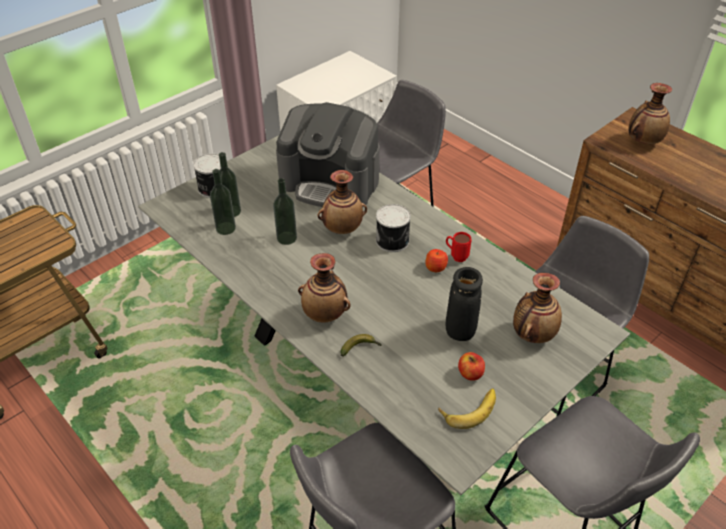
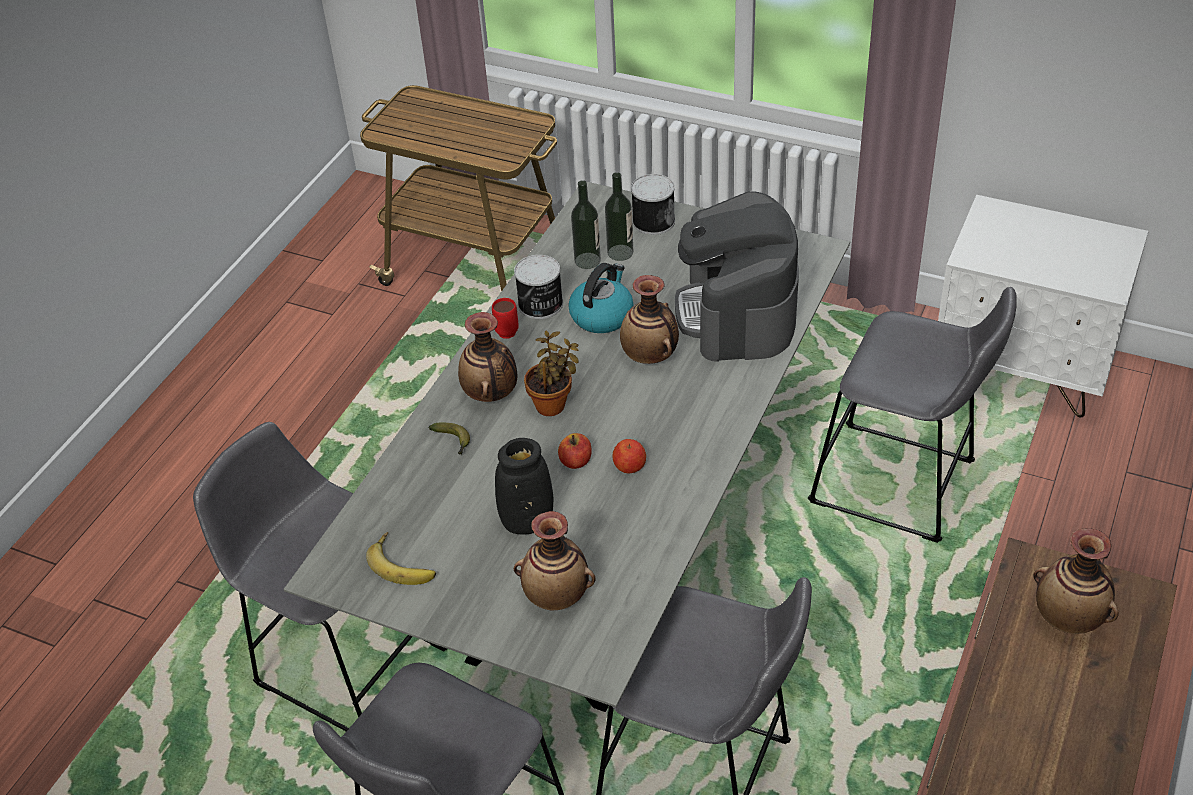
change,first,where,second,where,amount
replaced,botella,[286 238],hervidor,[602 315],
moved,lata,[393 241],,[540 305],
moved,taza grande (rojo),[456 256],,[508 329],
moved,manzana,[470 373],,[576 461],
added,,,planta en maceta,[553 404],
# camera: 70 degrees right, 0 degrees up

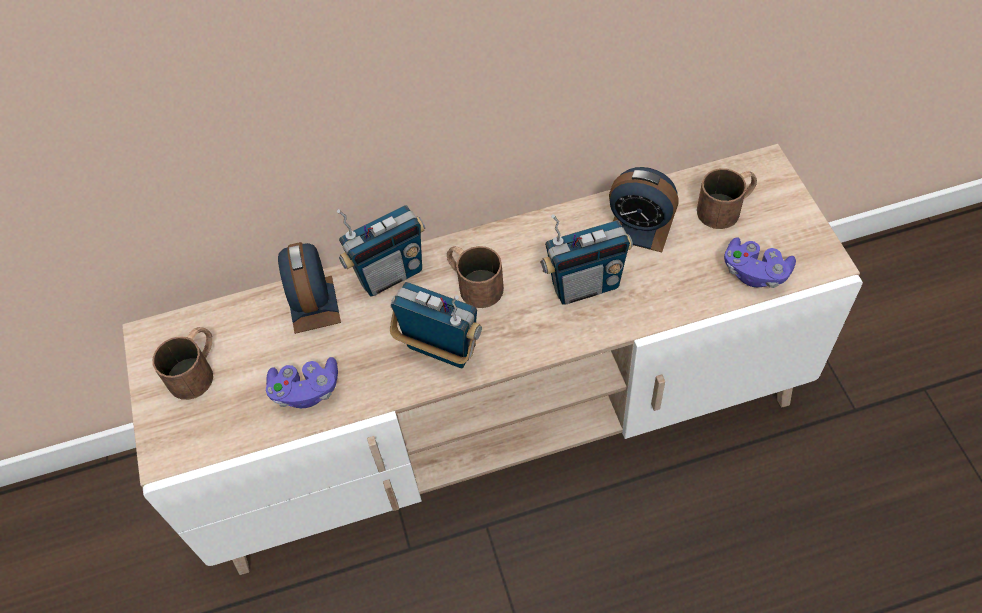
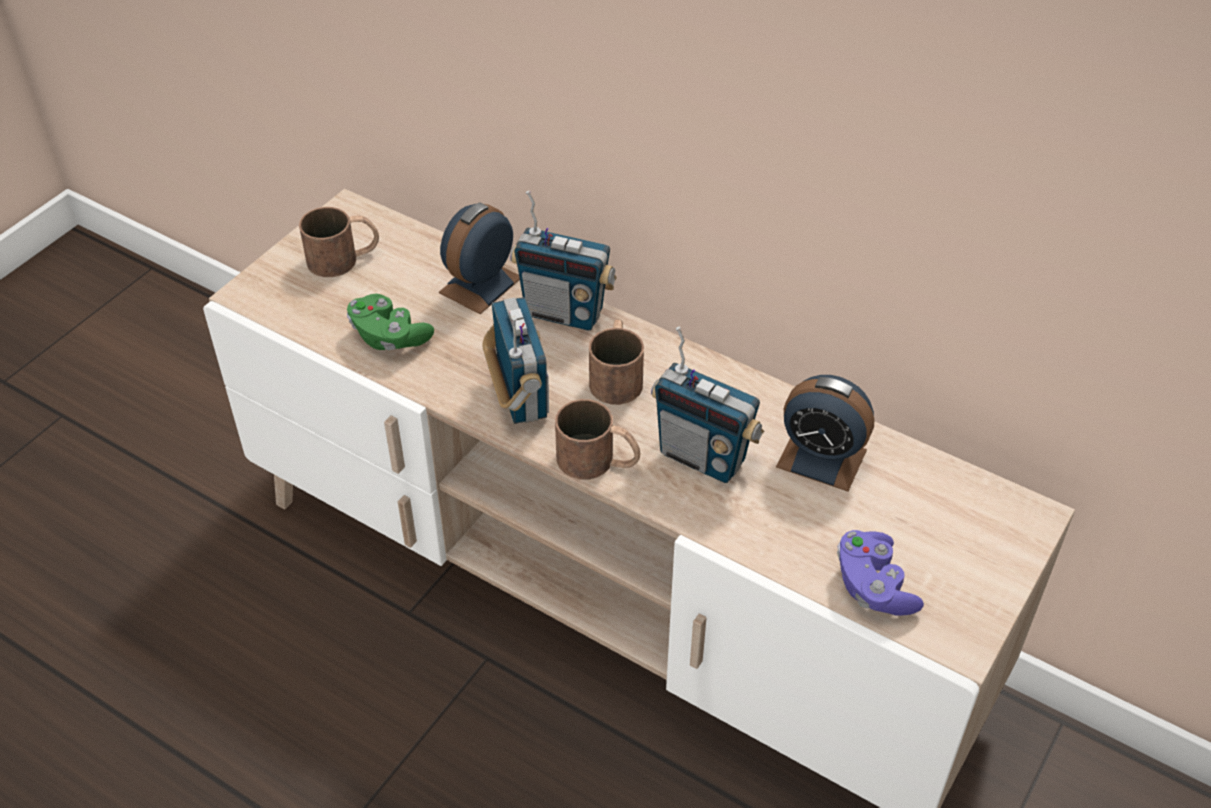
change,first,where,second,where,amount
turned,despertador,[640 228],,[821 458],45 degrees counterclockwise
moved,taza grande (marrón),[727 207],,[598 461],
recoloured,mando de consola (morado),[306 390],mando de consola (verde),[389 337],
# camera: 45 degrees right, 10 degrees down

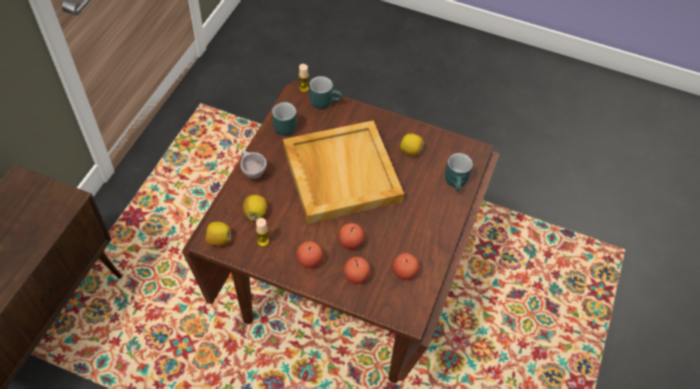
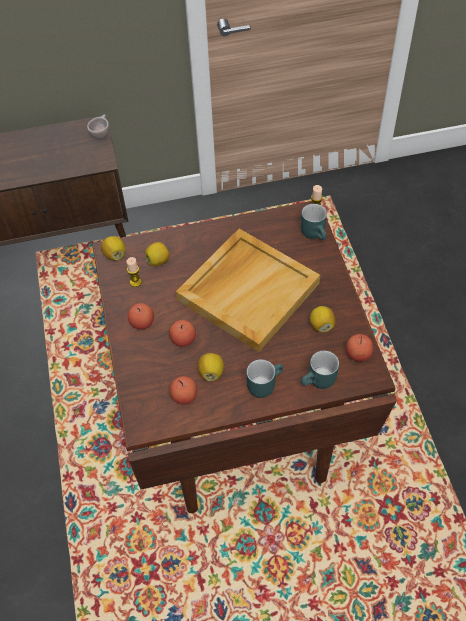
change,first,where,second,where,amount
moved,taza grande (turquesa),[283 125],,[263 383],
moved,taza (beis),[252 172],,[101 135],
moved,manzana,[356 276],,[358 354],
added,,,limón,[211 372],
# camera: 60 degrees right, 0 degrees up

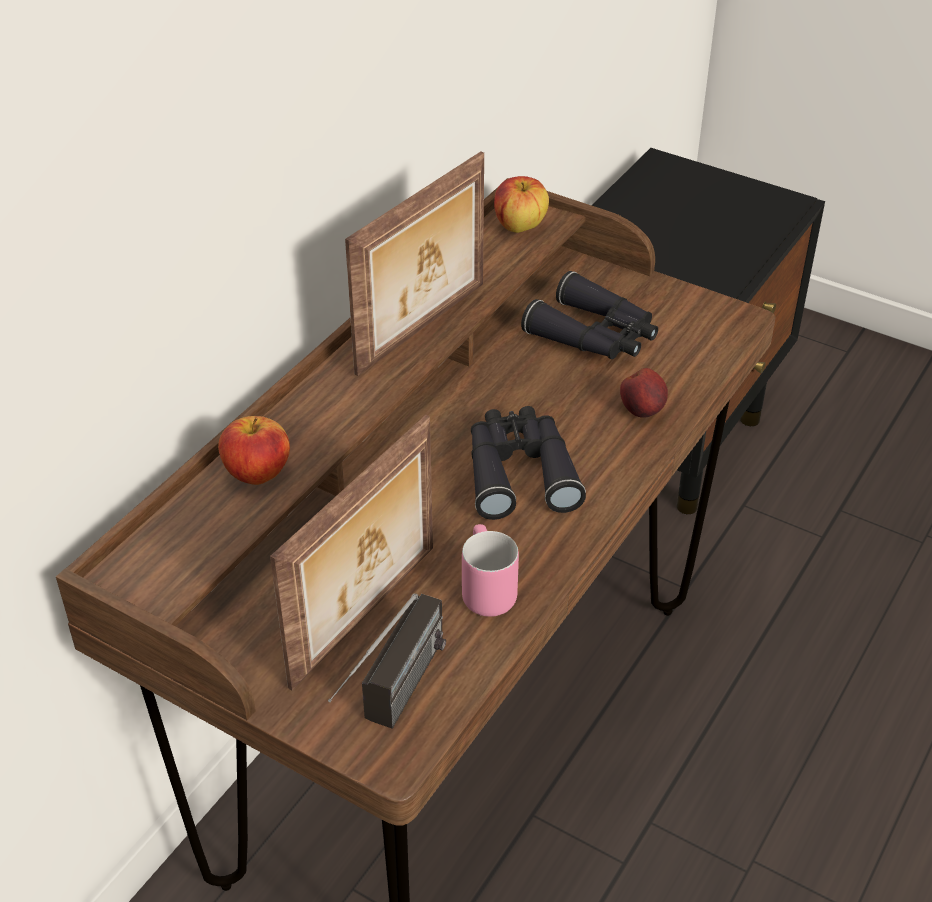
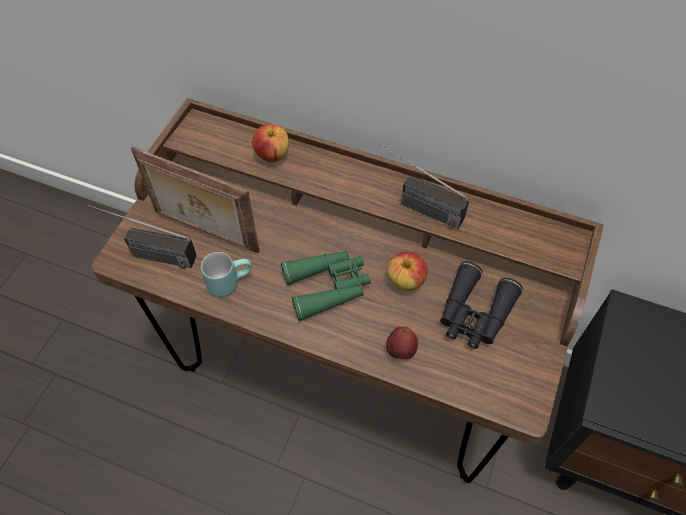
change,first,where,second,where,amount
replaced,portarretratos,[424 329],radio,[416 206],
moved,manzana,[520 226],,[405 281],
recoloured,prismáticos (negro),[519 472],prismáticos (verde),[328 286],
recoloured,taza grande (rosa),[482 589],taza grande (turquesa),[229 281],
# camera: 80 degrees right, 15 degrees up

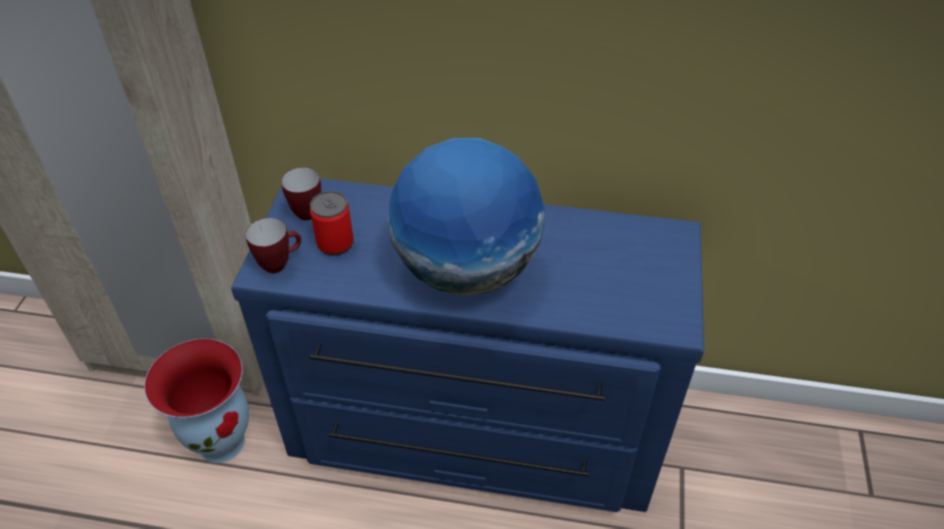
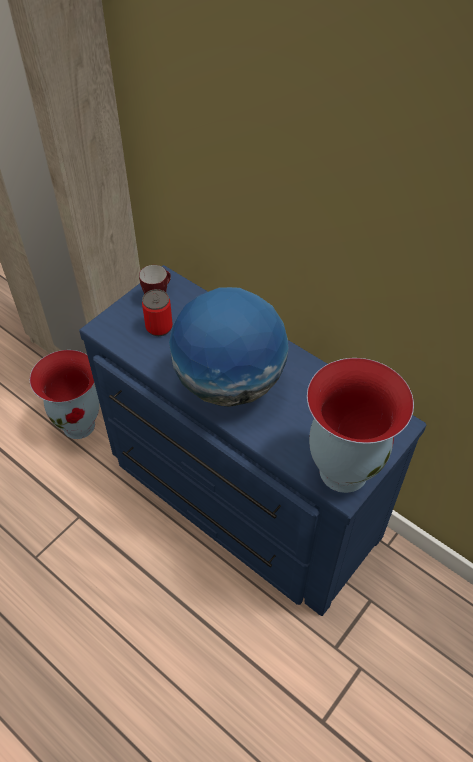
change,first,where,second,where,amount
removed,taza grande,[280 263],,,
added,,,florero,[342 469],
# camera: 30 degrees right, 5 degrees up

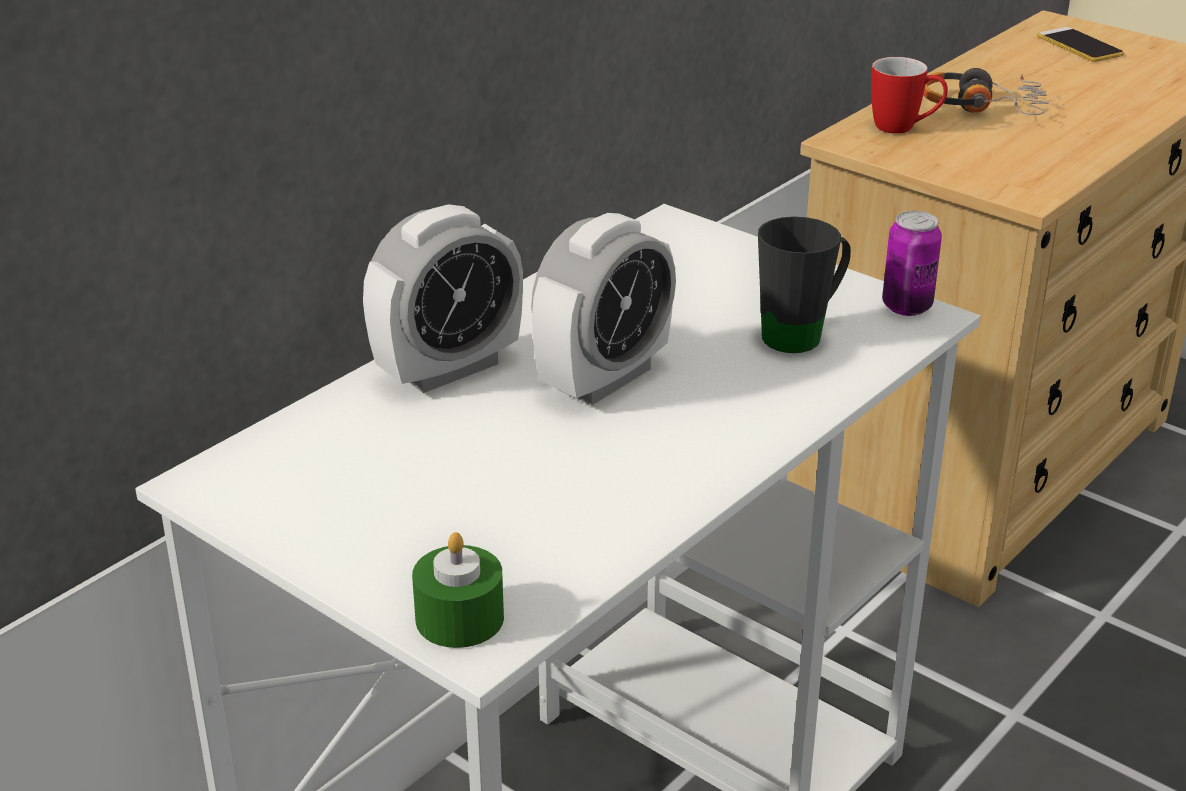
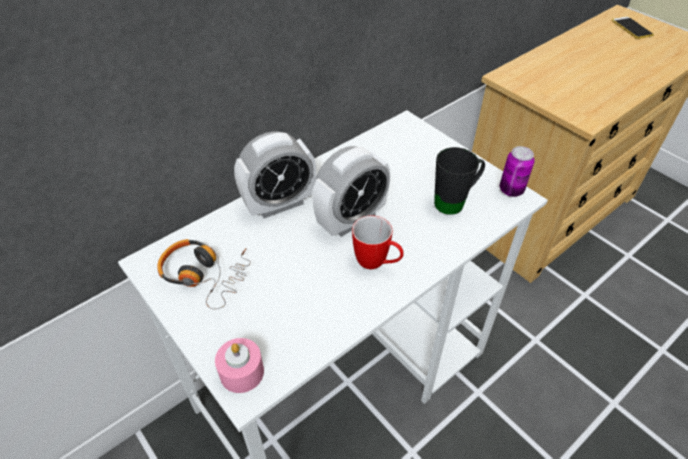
change,first,where,second,where,amount
moved,taza grande,[904 128],,[377 263],
moved,auriculares,[982 106],,[205 275],
recoloured,vela (verde),[459 618],vela (rosa),[242 372],
# camera: 10 degrees right, 15 degrees up

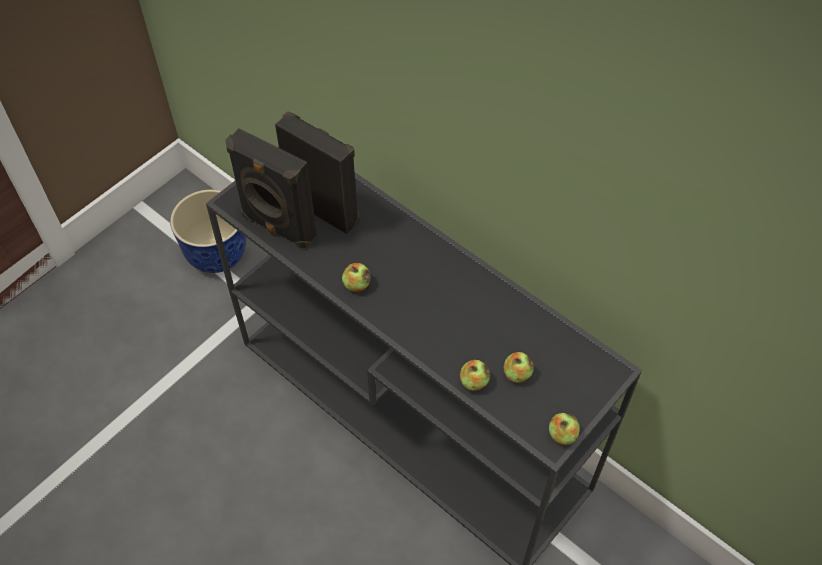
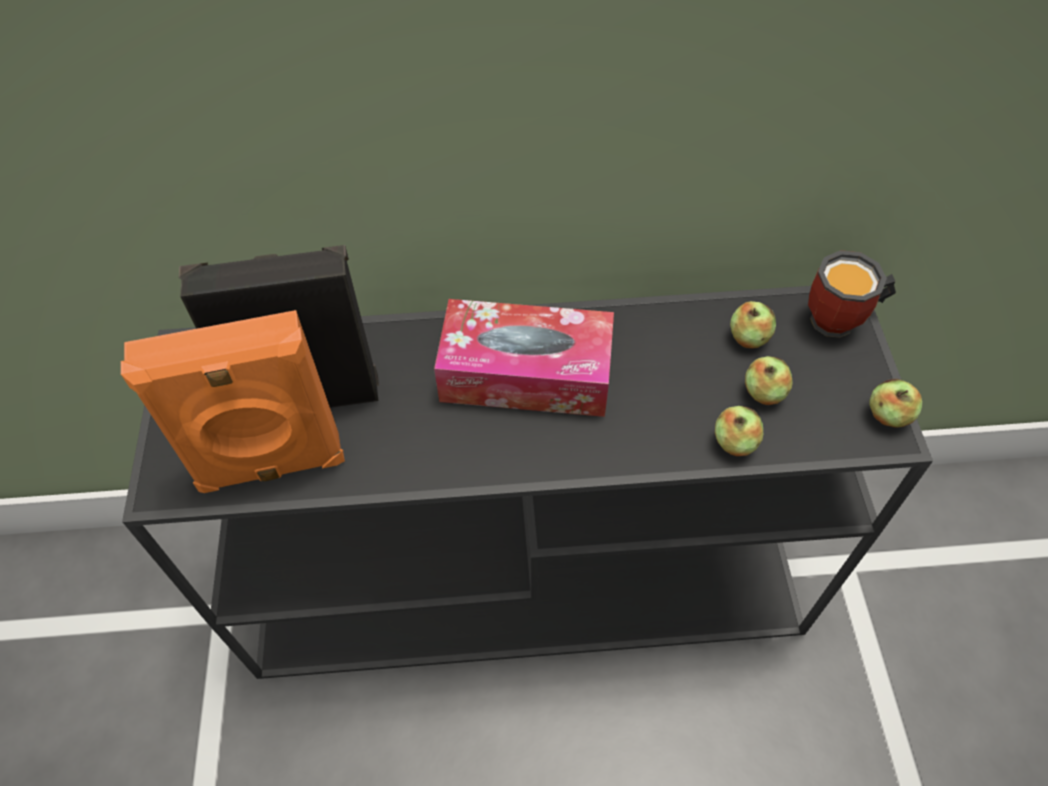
change,first,where,second,where,amount
recoloured,altavoz (negro),[277 227],altavoz (naranja),[271 467],
removed,maceta,[218 254],,,
moved,manzana,[357 284],,[748 337],
added,,,taza grande,[841 322],
added,,,caja de pañuelos,[526 373],
# camera: 45 degrees left, 0 degrees up

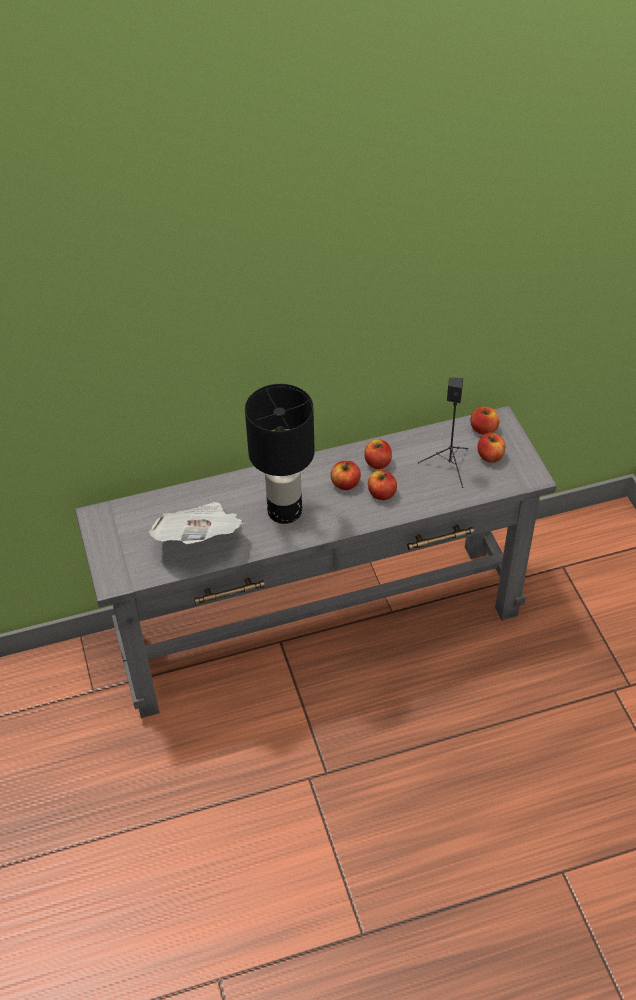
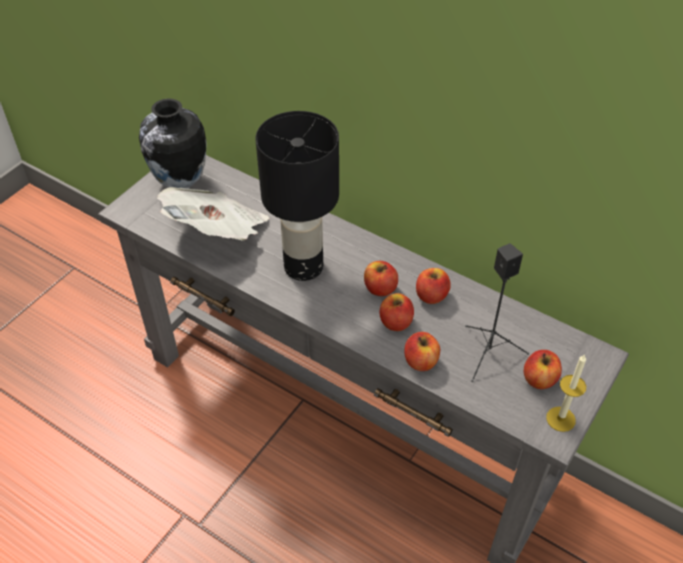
change,first,where,second,where,amount
moved,manzana,[483 429],,[421 361],
added,,,florero,[180 183],
added,,,vela,[560 419],
# camera: 50 degrees right, 0 degrees up

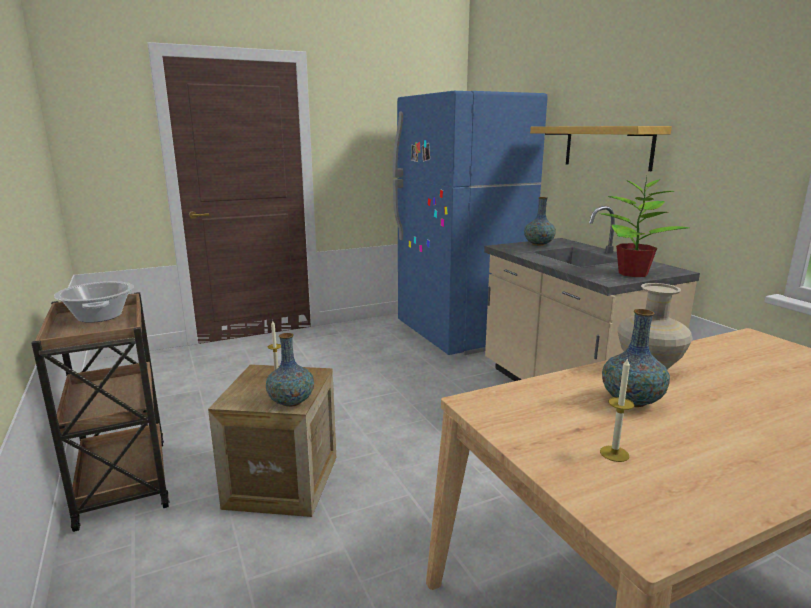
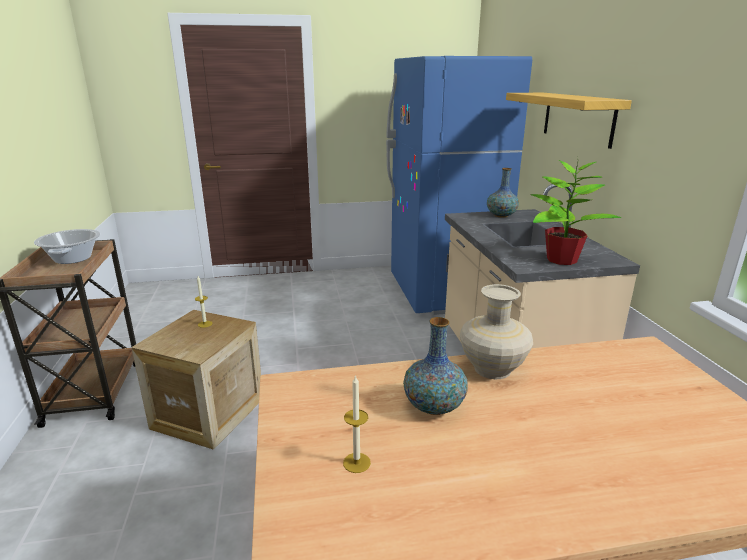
change,first,where,second,where,amount
removed,florero,[291 402],,,
# camera: 15 degrees right, 5 degrees up

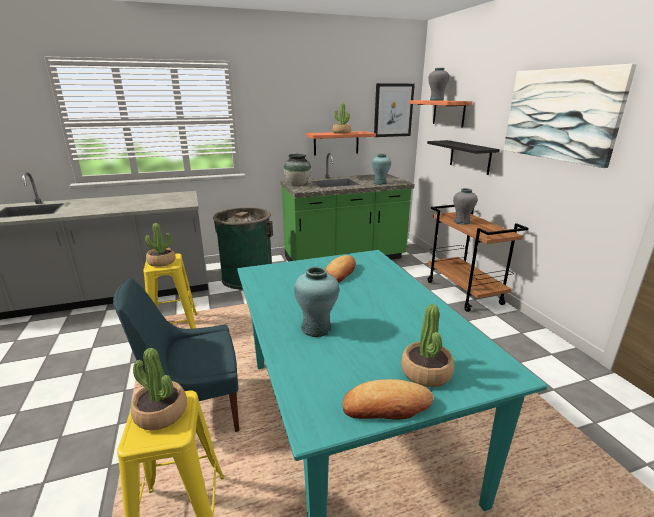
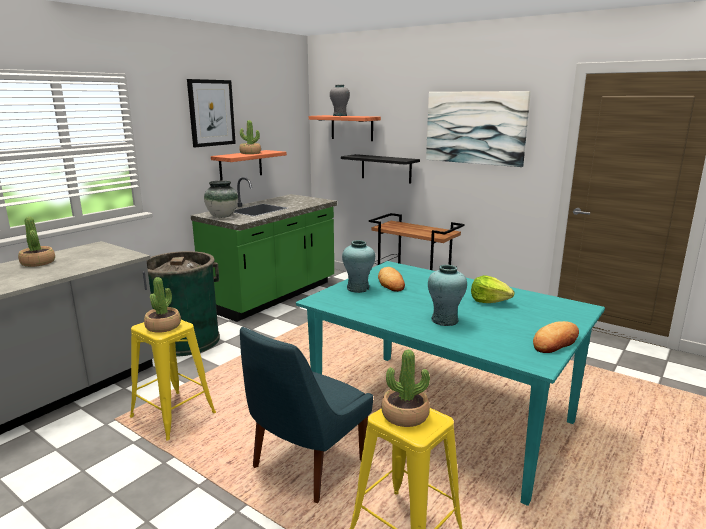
change,first,where,second,where,amount
moved,cuadro,[393 110],,[211 113],
moved,florero (turquesa),[380 183],,[358 288],
removed,florero (gris),[461 222],,,
moved,planta en maceta,[426 372],,[38 263],
added,,,lechuga,[489 301],
# camera: 35 degrees left, 5 degrees down

